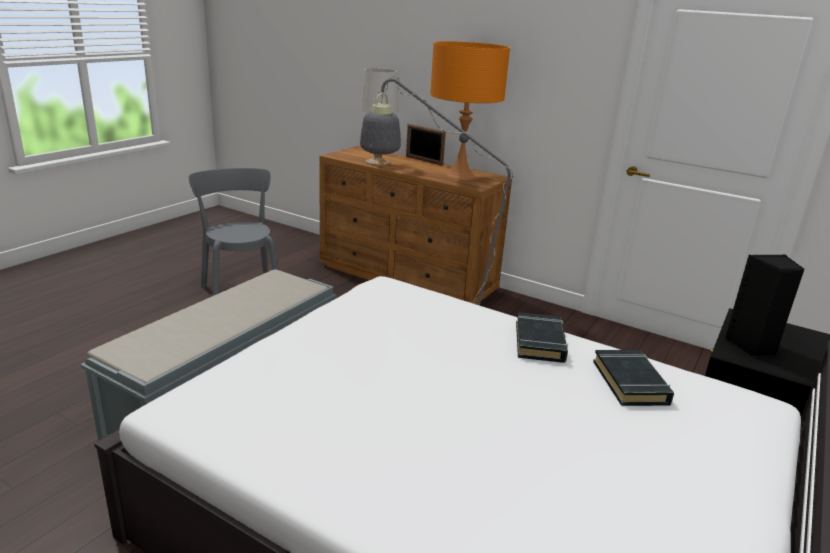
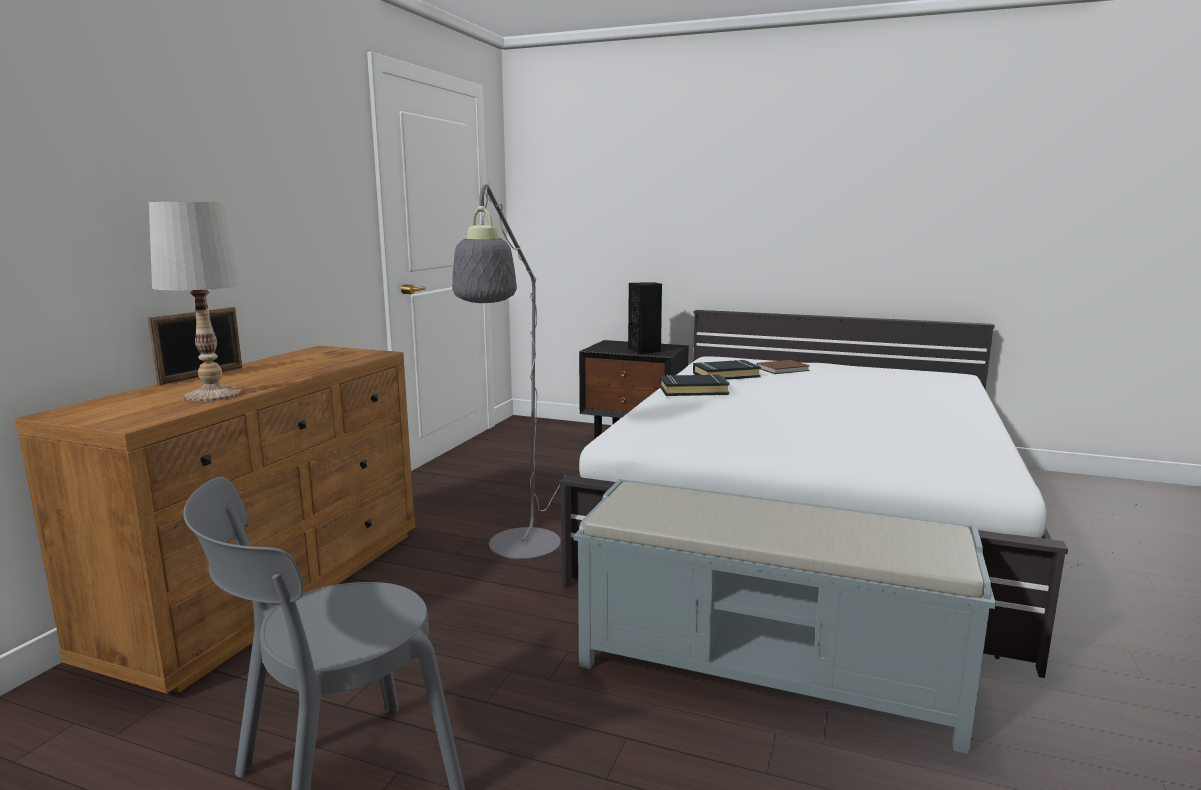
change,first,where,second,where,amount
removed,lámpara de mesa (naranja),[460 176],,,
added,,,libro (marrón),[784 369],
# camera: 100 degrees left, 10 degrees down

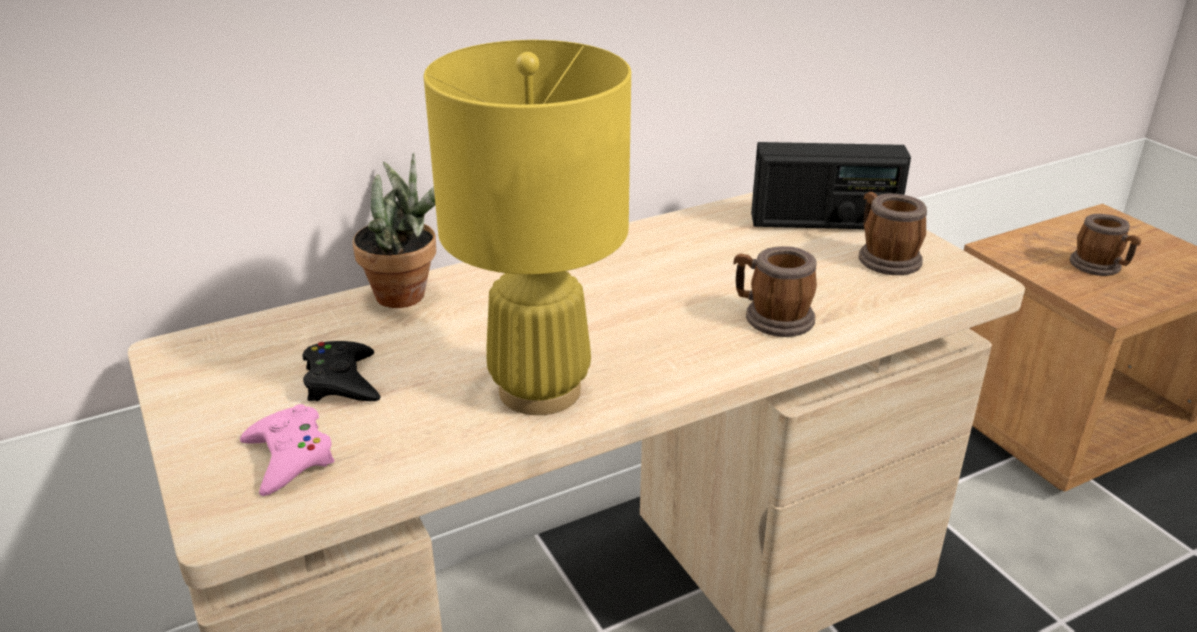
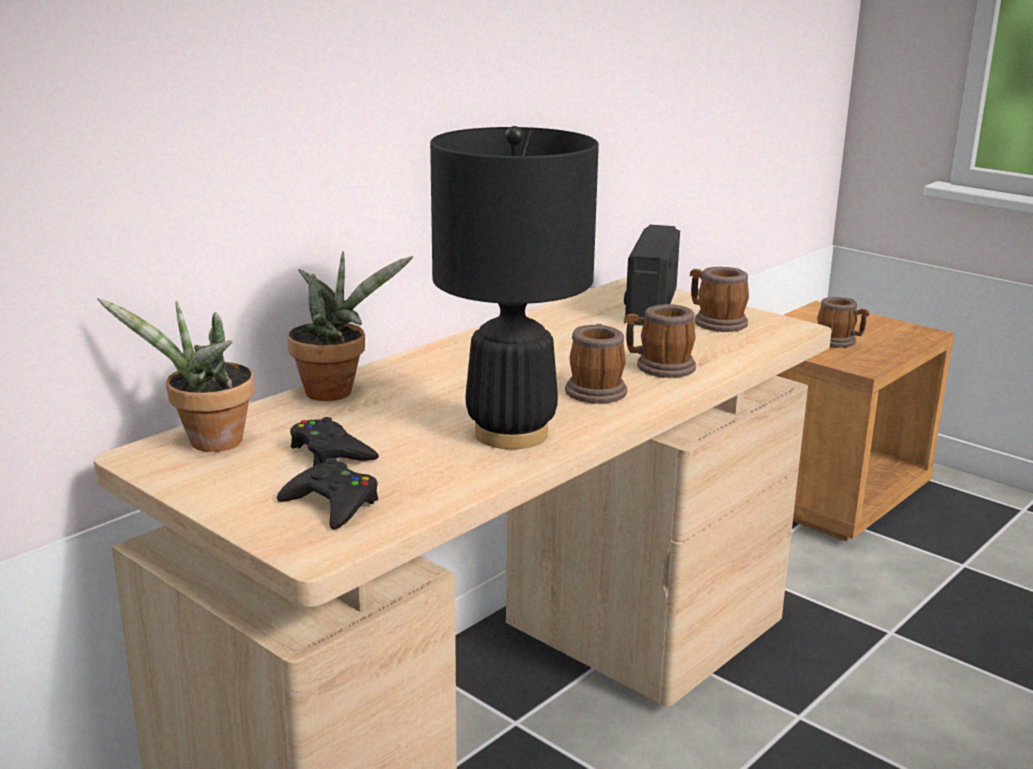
change,first,where,second,where,amount
recoloured,lámpara de mesa (amarillo),[539 390],lámpara de mesa (negro),[511 434],
turned,radio,[823 222],,[650 306],120 degrees clockwise
recoloured,mando de consola (rosa),[289 457],mando de consola (negro),[332 504],
added,,,planta en maceta,[208 443],
added,,,taza grande,[595 389],
# camera: 20 degrees left, 10 degrees down

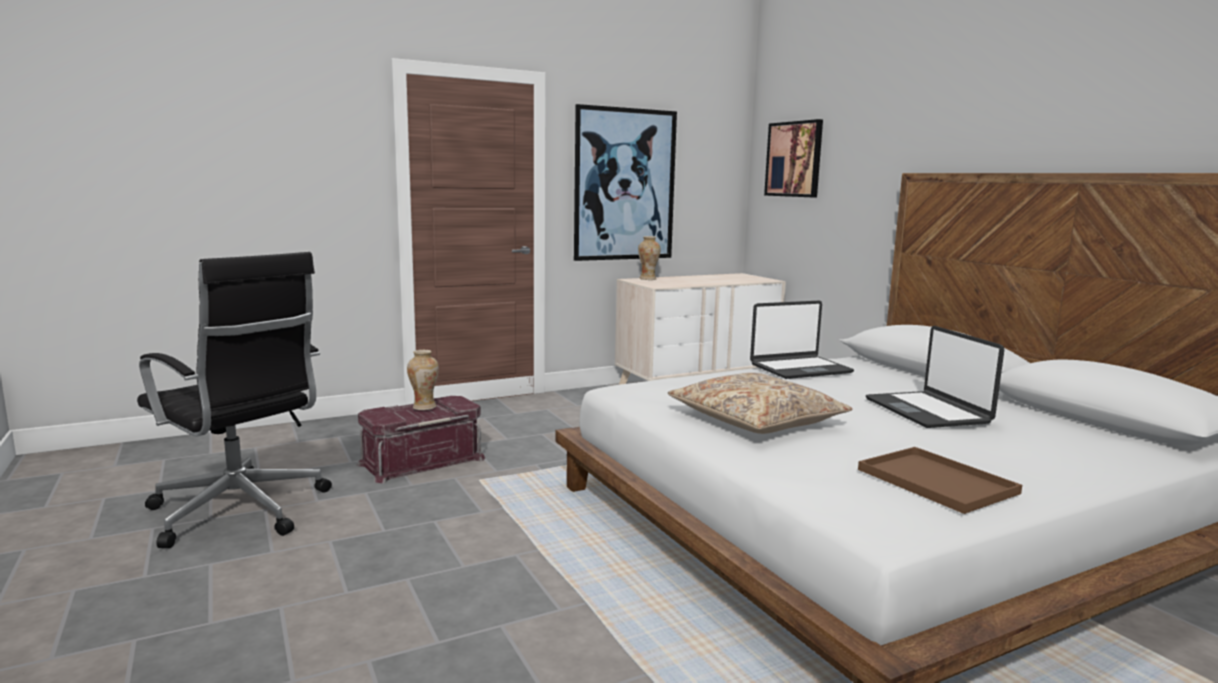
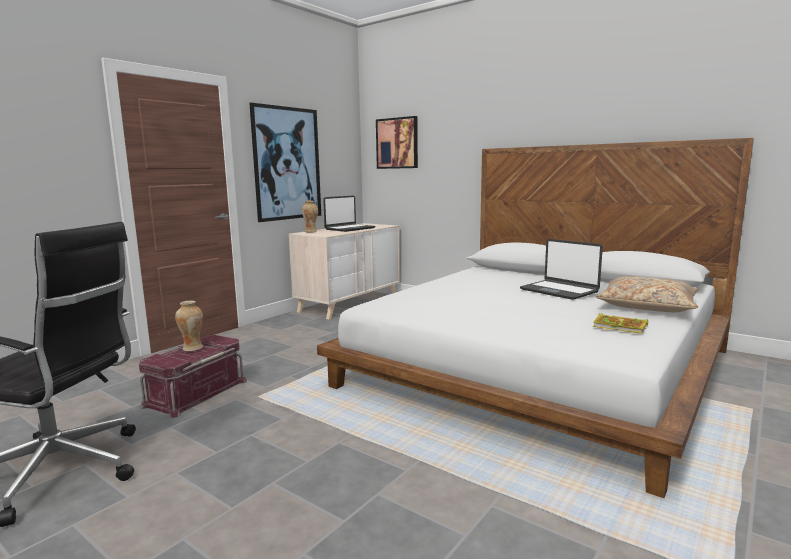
change,first,where,second,where,amount
moved,portátil,[800 369],,[349 229],
moved,cojín (beis),[756 420],,[647 306],
replaced,bandeja (marrón),[939 482],libro,[621 326],
# camera: 25 degrees left, 0 degrees up

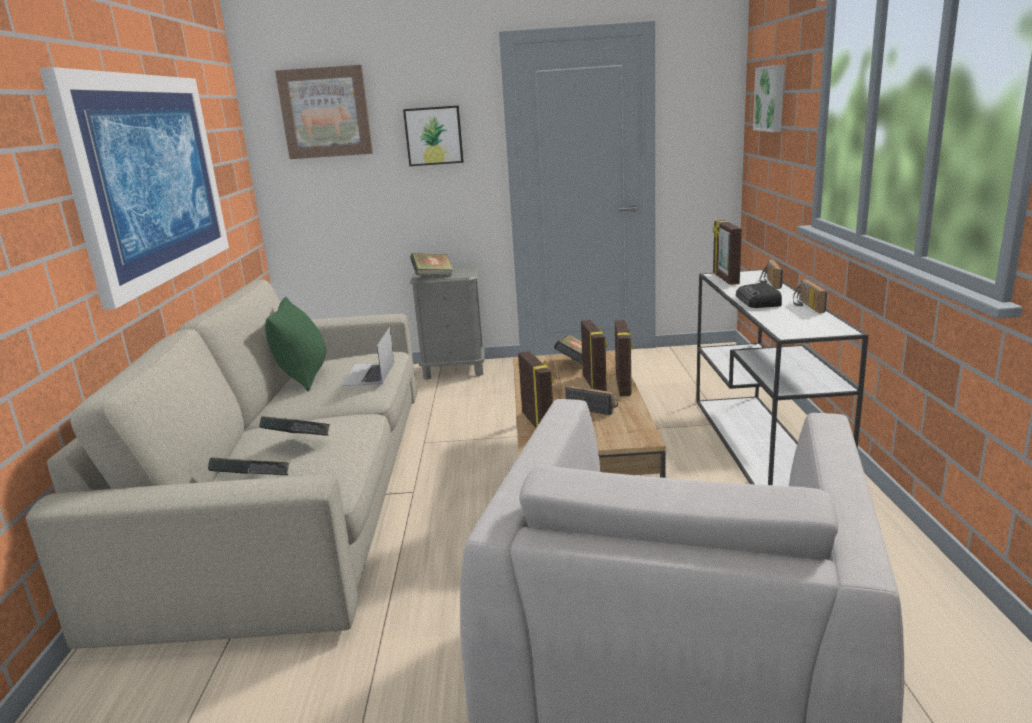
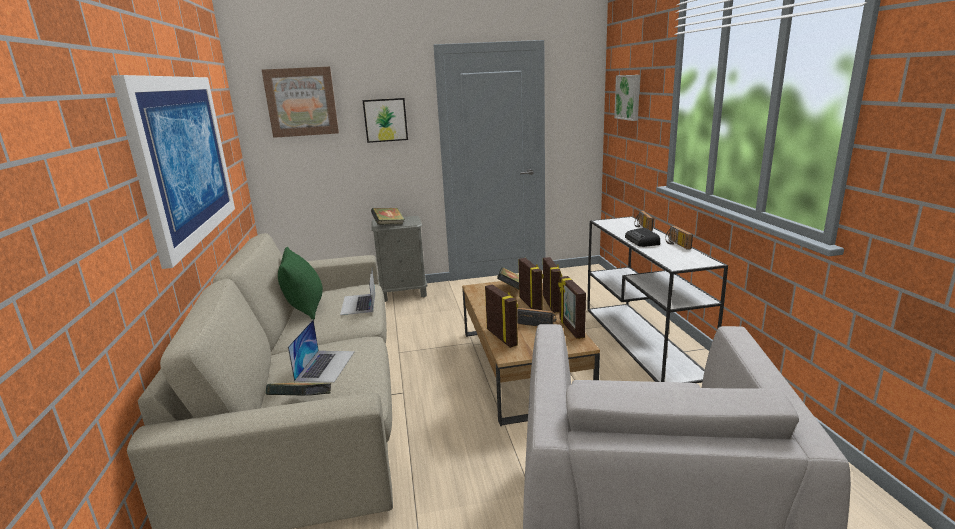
change,first,where,second,where,amount
moved,portarretratos,[724 279],,[570 328],
replaced,libro,[298 444],portátil,[325 365],
# camera: 10 degrees left, 0 degrees up

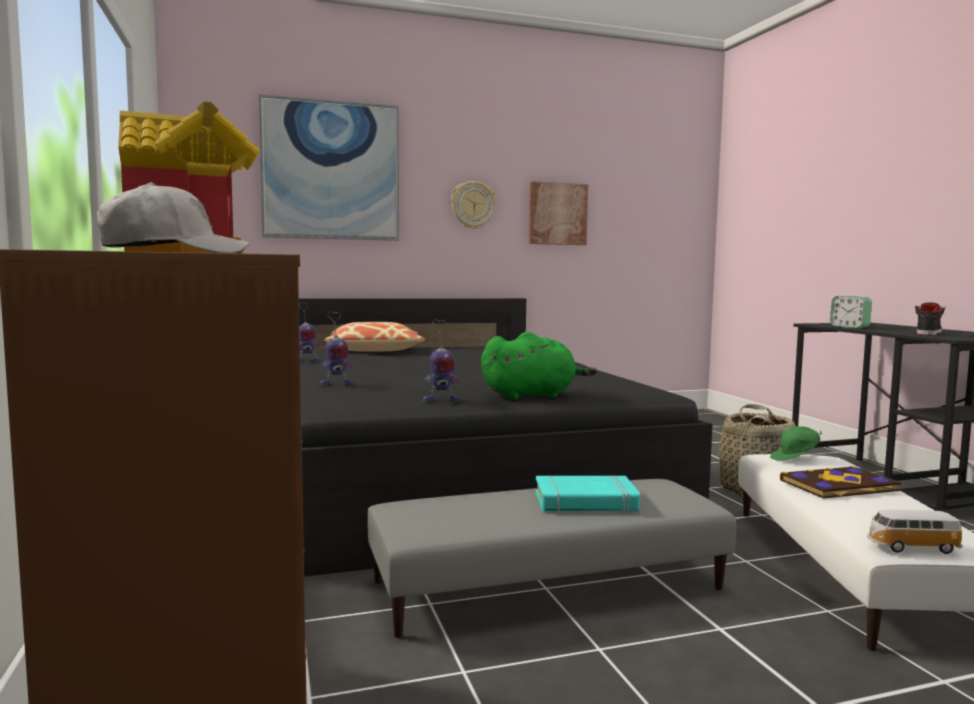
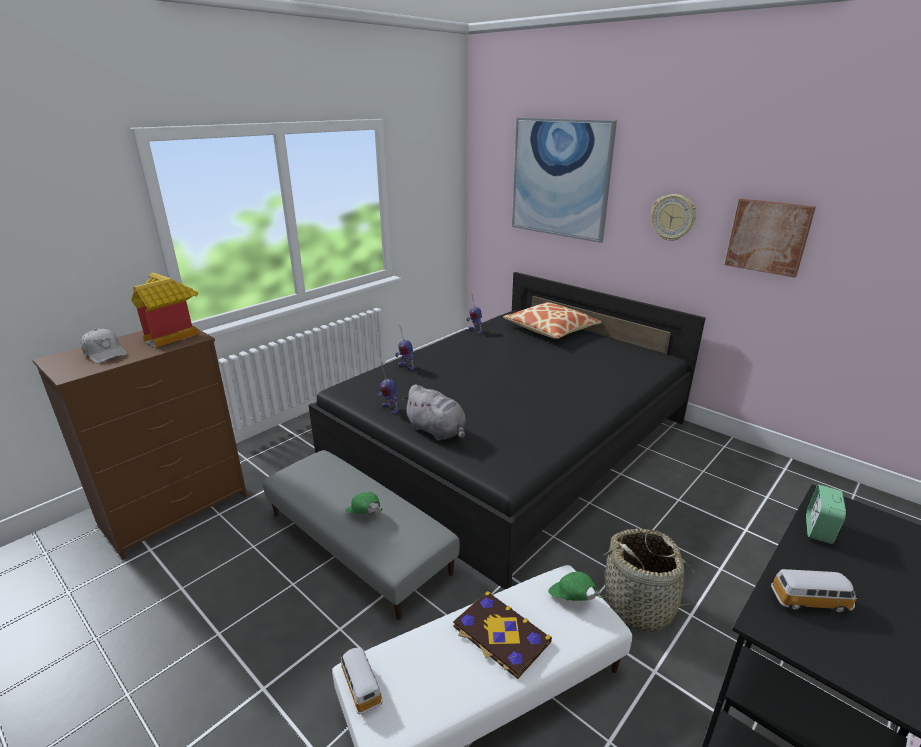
change,first,where,second,where,amount
replaced,zapato (negro),[928 333],coche de juguete,[811 601],
recoloured,peluche (verde),[532 395],peluche (gris),[437 431],
replaced,libro (turquesa),[585 502],gorra (verde),[364 515],
# camera: 60 degrees right, 20 degrees up

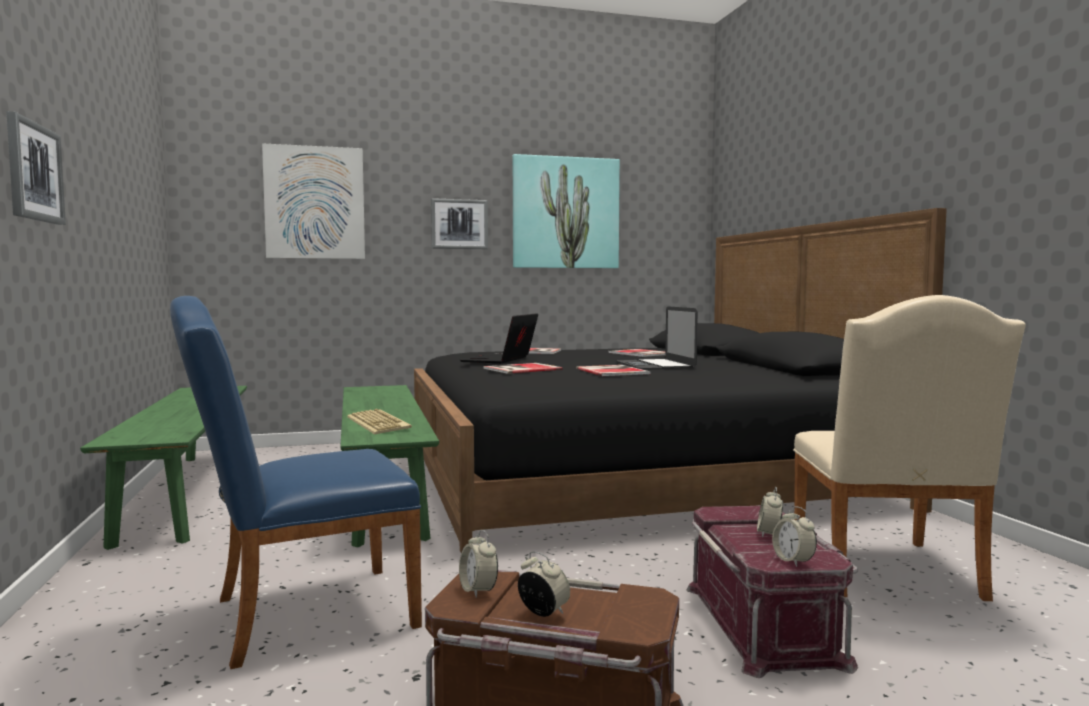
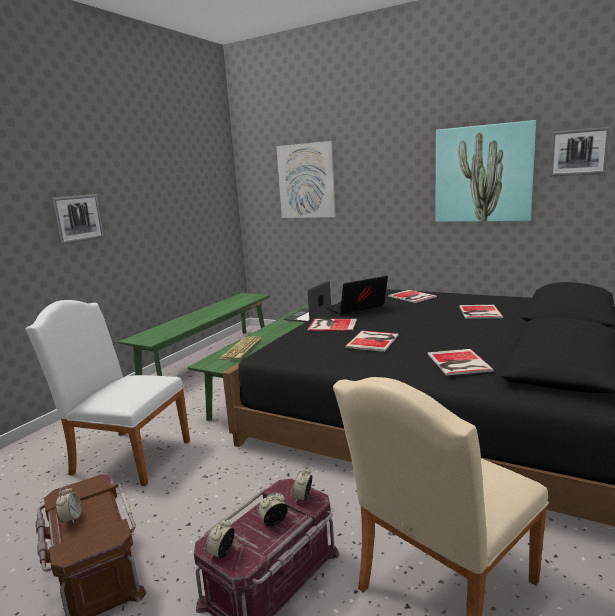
change,first,where,second,where,amount
moved,cuadro,[459 224],,[578 152],
recoloured,silla (azul),[299 615],silla (blanco),[125 456],
moved,portátil,[655 365],,[307 315],
moved,despertador,[478 590],,[303 497],
added,,,libro,[458 363],
# camera: 45 degrees right, 10 degrees up

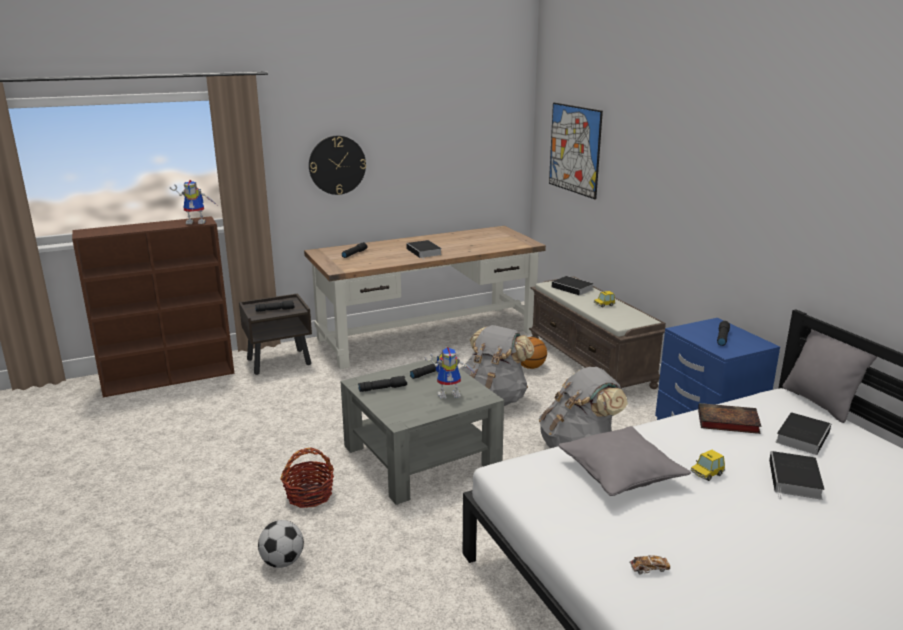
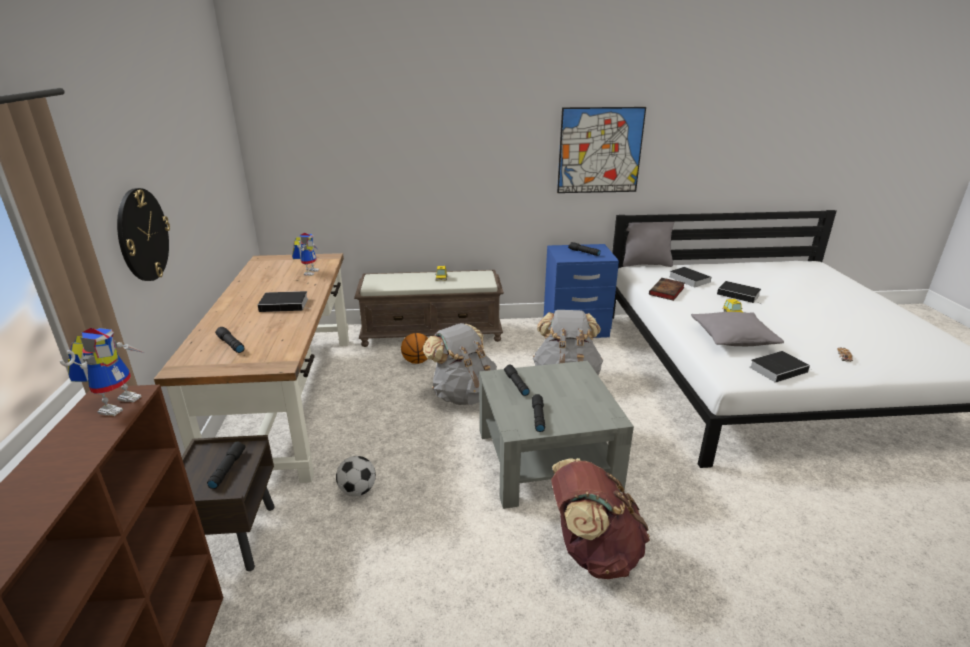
change,first,where,second,where,amount
moved,cuadro,[574 149],,[600 150],
moved,libro,[573 288],,[778 369],
moved,robot de juguete,[450 393],,[309 272],
replaced,cesta,[309 495],mochila (marrón),[592 552],
moved,balón de fútbol,[282 562],,[358 490],
# camera: 70 degrees left, 5 degrees up

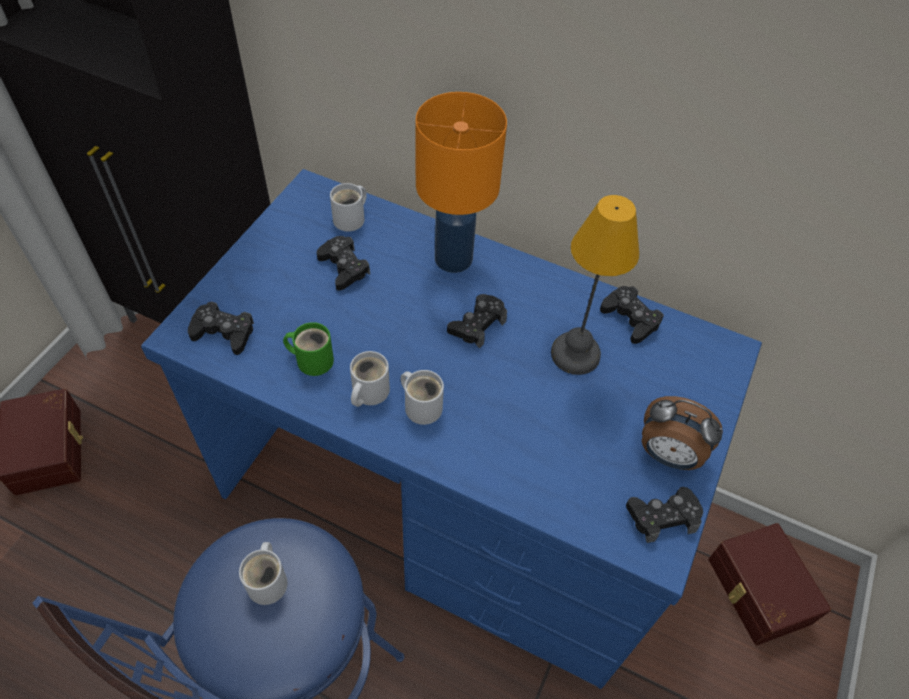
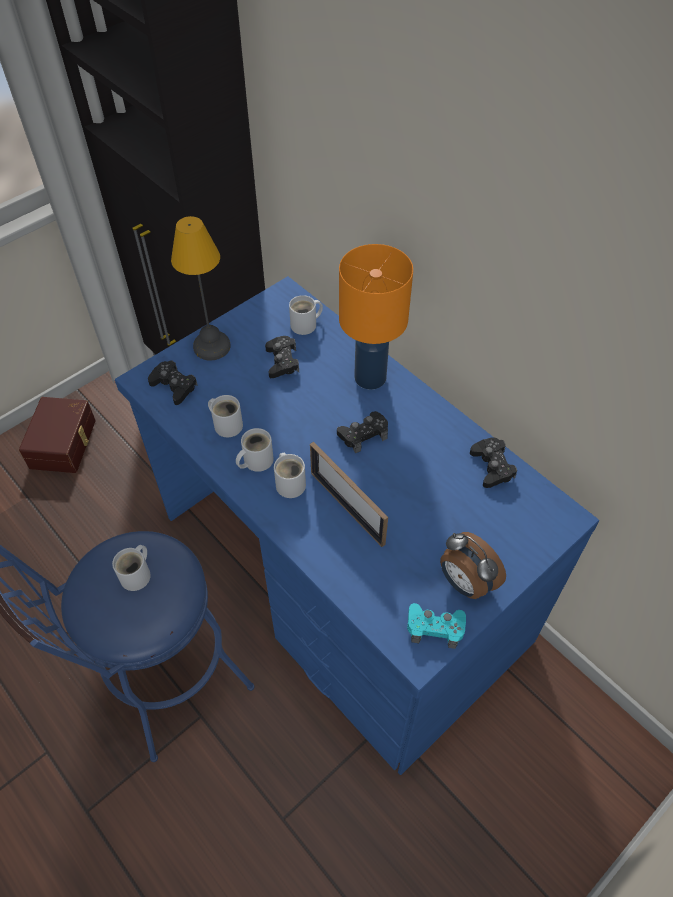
change,first,where,second,where,amount
moved,lámpara de mesa,[576 355],,[212 347],
recoloured,taza grande (verde),[312 359],taza grande (blanco),[227 424],
recoloured,mando de consola (negro),[662 517],mando de consola (turquesa),[435 627],
removed,caja de almacenaje (marrón),[757 591],,,
added,,,portarretratos,[347 507],
# camera: 25 degrees right, 0 degrees up

